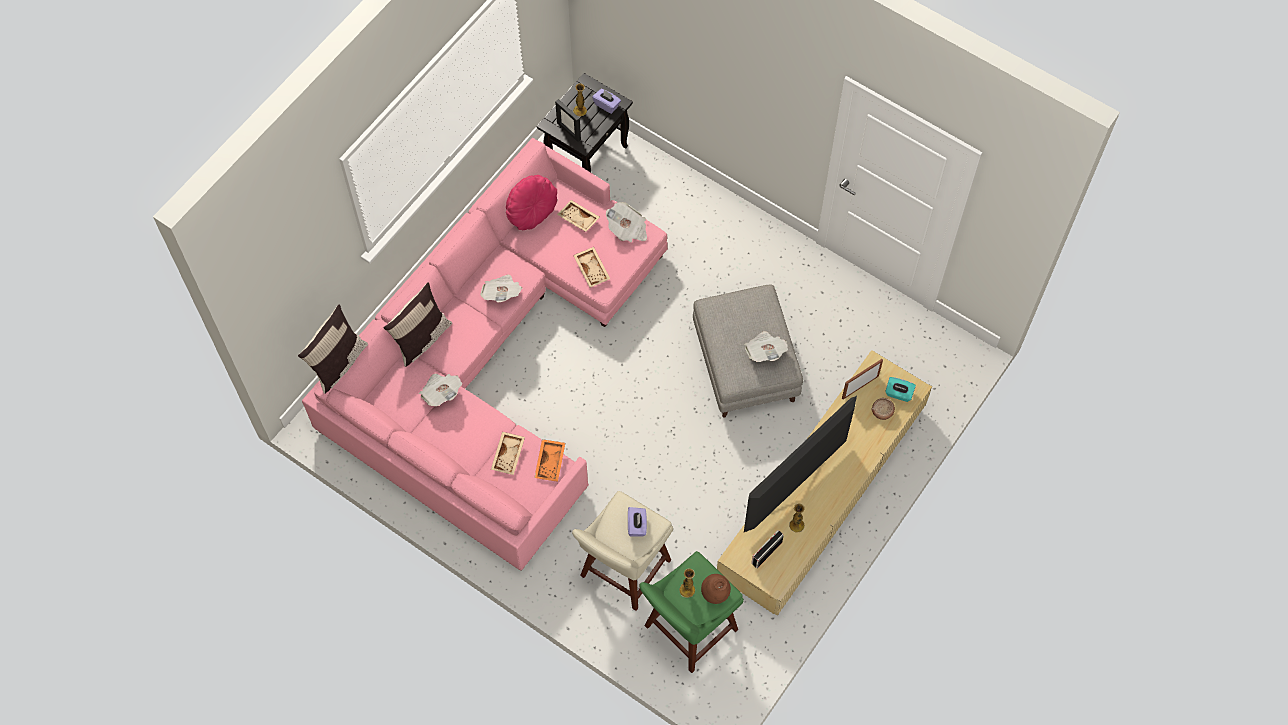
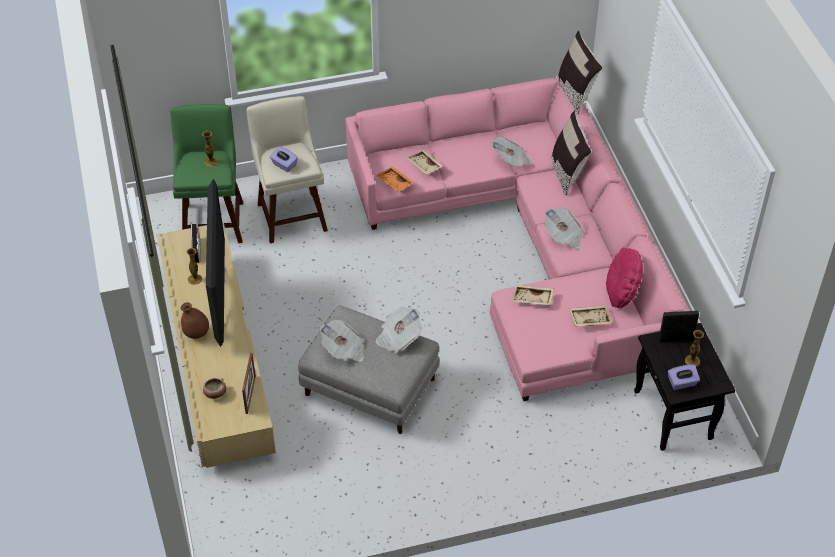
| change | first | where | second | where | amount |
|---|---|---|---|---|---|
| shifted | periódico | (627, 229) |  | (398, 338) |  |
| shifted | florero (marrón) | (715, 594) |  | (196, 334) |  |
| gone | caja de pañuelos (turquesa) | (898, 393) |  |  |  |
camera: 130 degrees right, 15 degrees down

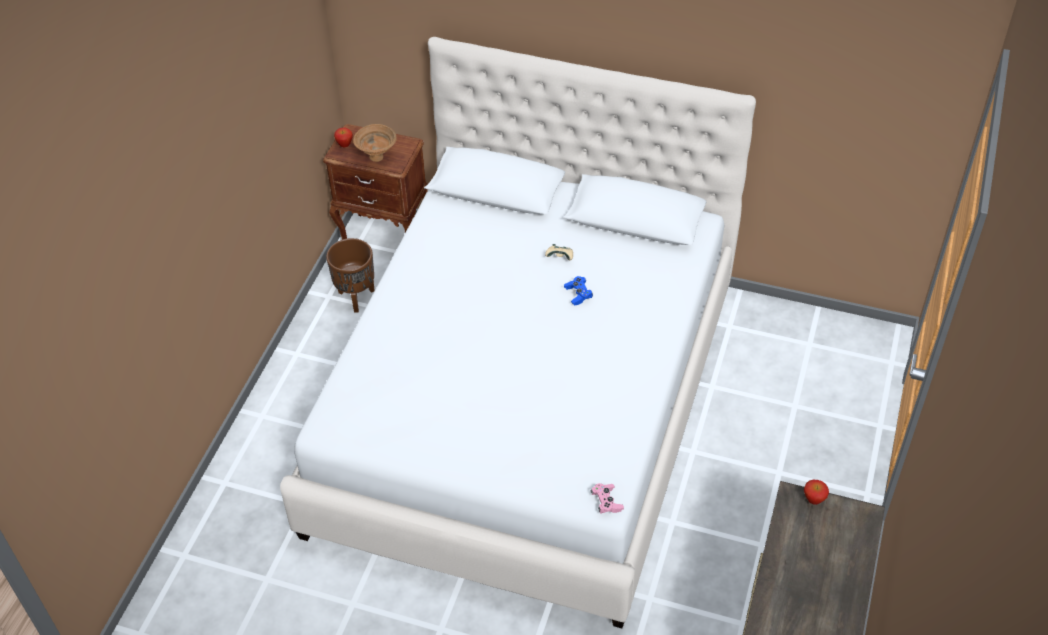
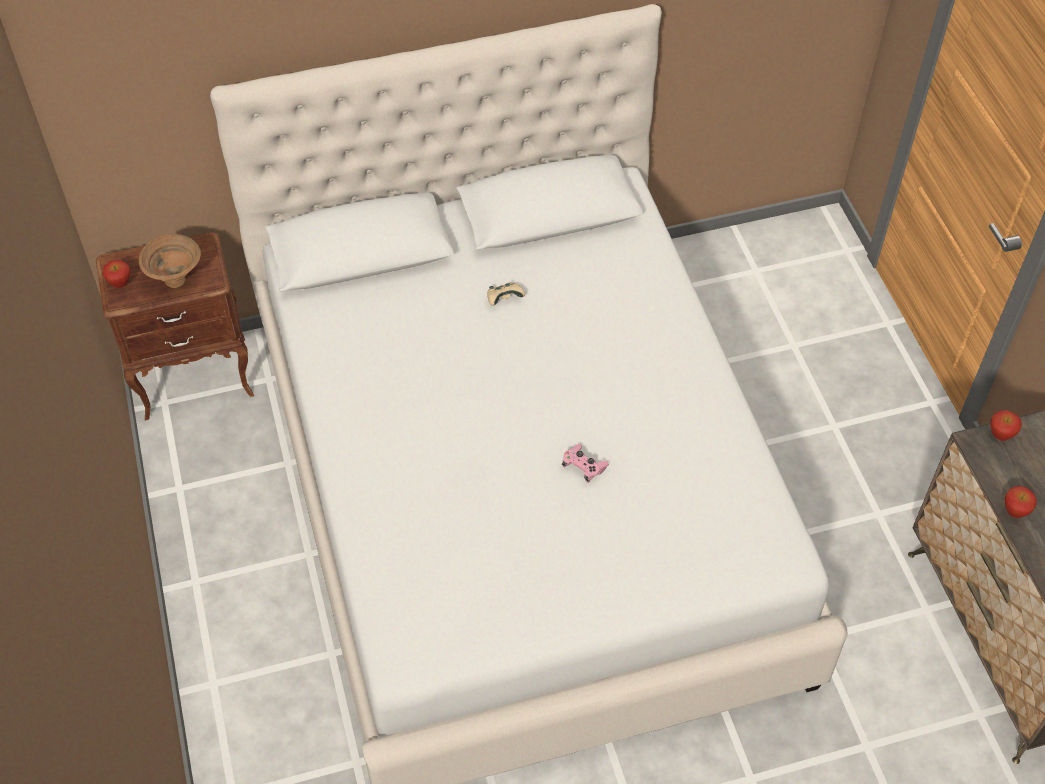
| change | first | where | second | where | amount |
|---|---|---|---|---|---|
| gone | maceta (marrón) | (356, 298) |  |  |  |
| gone | mando de consola (azul) | (578, 294) |  |  |  |
| shifted | mando de consola (rosa) | (606, 502) |  | (583, 467) |  |
| new |  |  | manzana | (1014, 512) |  |
camera: 35 degrees left, 5 degrees up

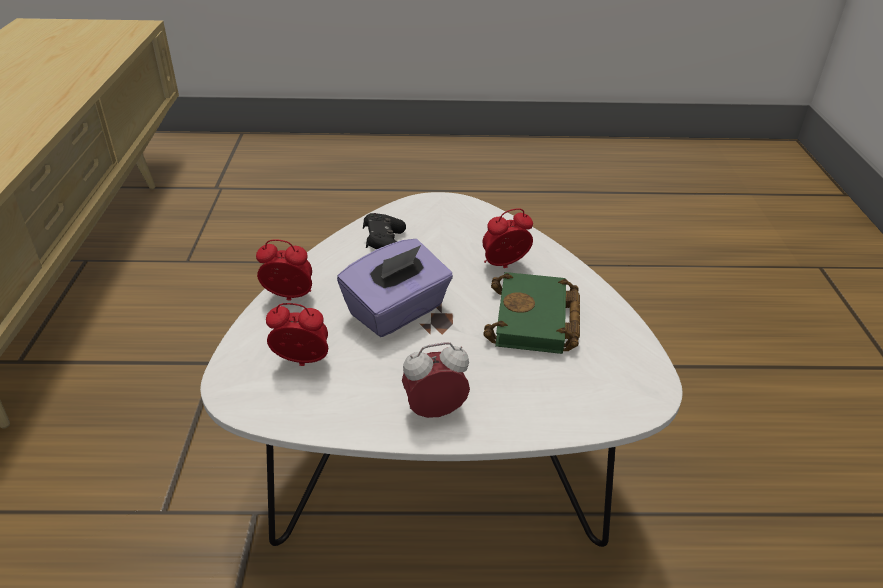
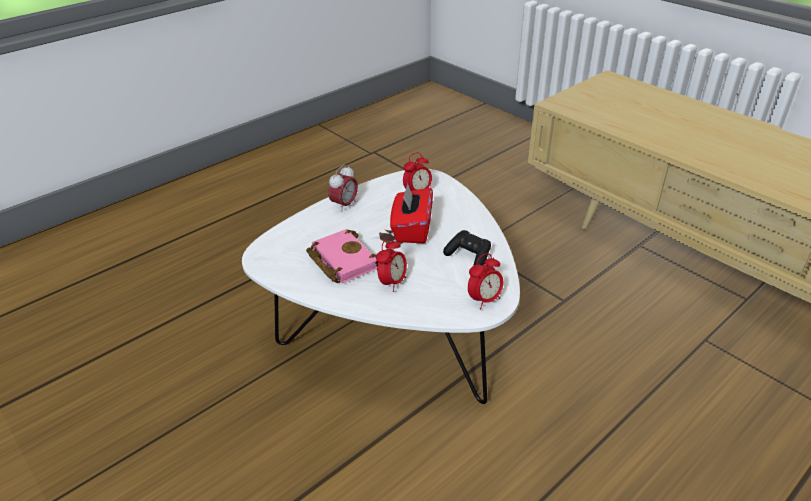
| change | first | where | second | where | amount |
|---|---|---|---|---|---|
| shifted | despertador | (289, 298) |  | (484, 300) |  |
| repainted | caja de pañuelos (morado) | (397, 311) | caja de pañuelos (rojo) | (412, 229) |  |
| repainted | libro (verde) | (536, 322) | libro (rosa) | (341, 260) |  |
camera: 140 degrees right, 0 degrees up

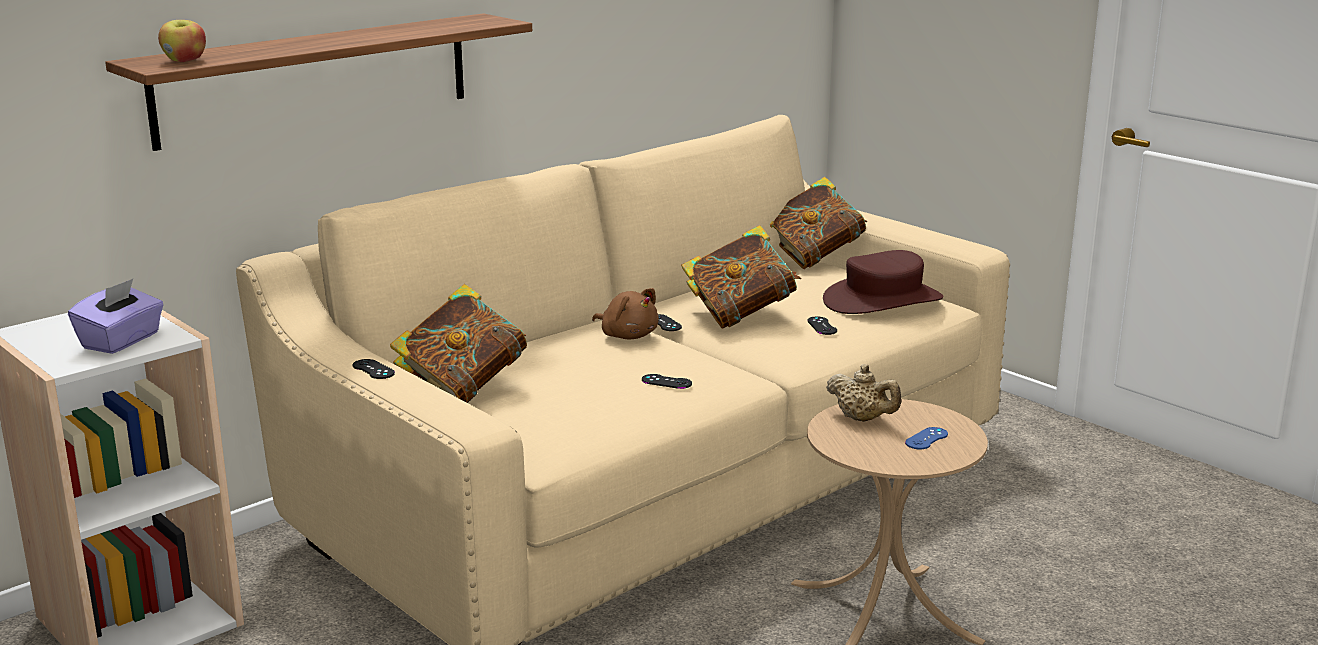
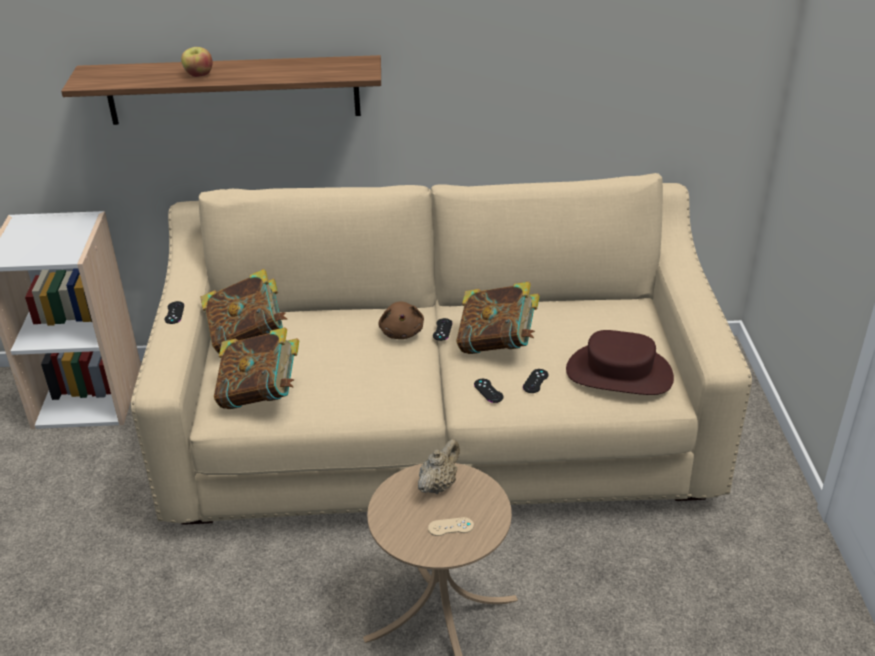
| change | first | where | second | where | amount |
|---|---|---|---|---|---|
| gone | caja de pañuelos (morado) | (122, 341) |  |  |  |
| shifted | manzana | (184, 61) |  | (199, 75) |  |
| shifted | mando de consola (negro) | (666, 382) |  | (488, 391) |  |
| shifted | libro | (813, 258) |  | (261, 395) |  |
| rotated | tetera (beis) | (862, 419) |  | (438, 485) | 135 degrees counterclockwise |
| repainted | mando de consola (azul) | (926, 439) | mando de consola (beis) | (450, 527) |  |
camera: 40 degrees right, 15 degrees up

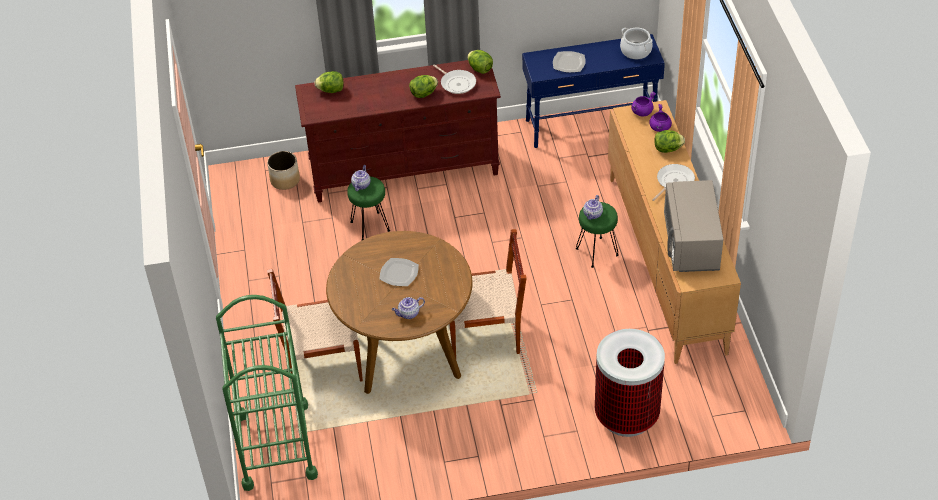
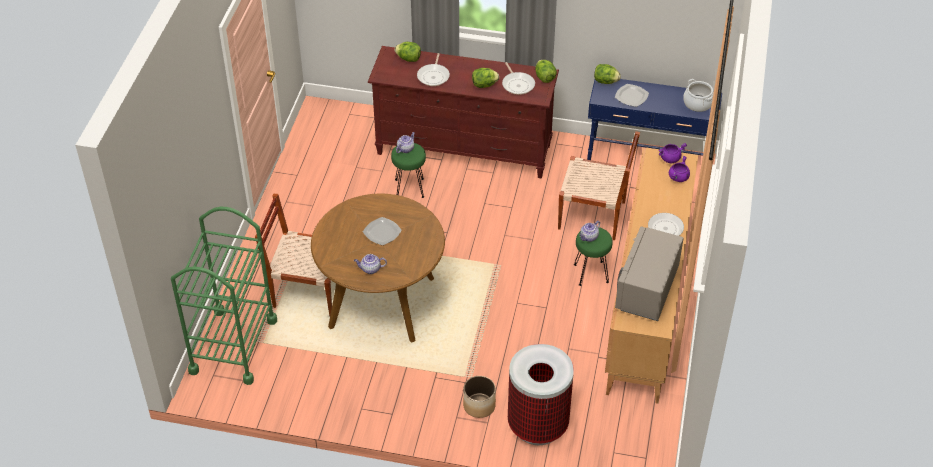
| change | first | where | second | where | amount |
|---|---|---|---|---|---|
| shifted | maceta | (285, 180) |  | (479, 405) |  |
| shifted | silla | (485, 333) |  | (594, 216) |  |
| shifted | lechuga | (667, 149) |  | (605, 81) |  |
| new |  |  | sartén | (434, 76) |  |
camera: 20 degrees right, 0 degrees up

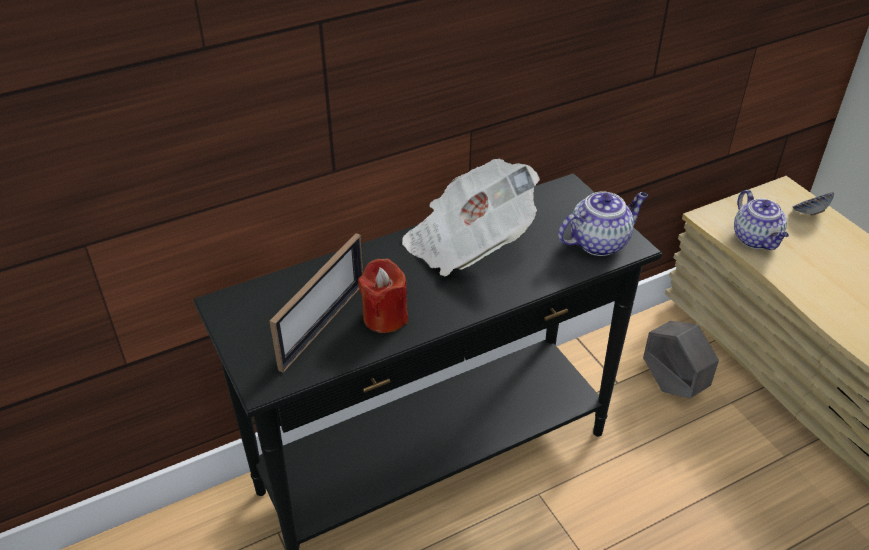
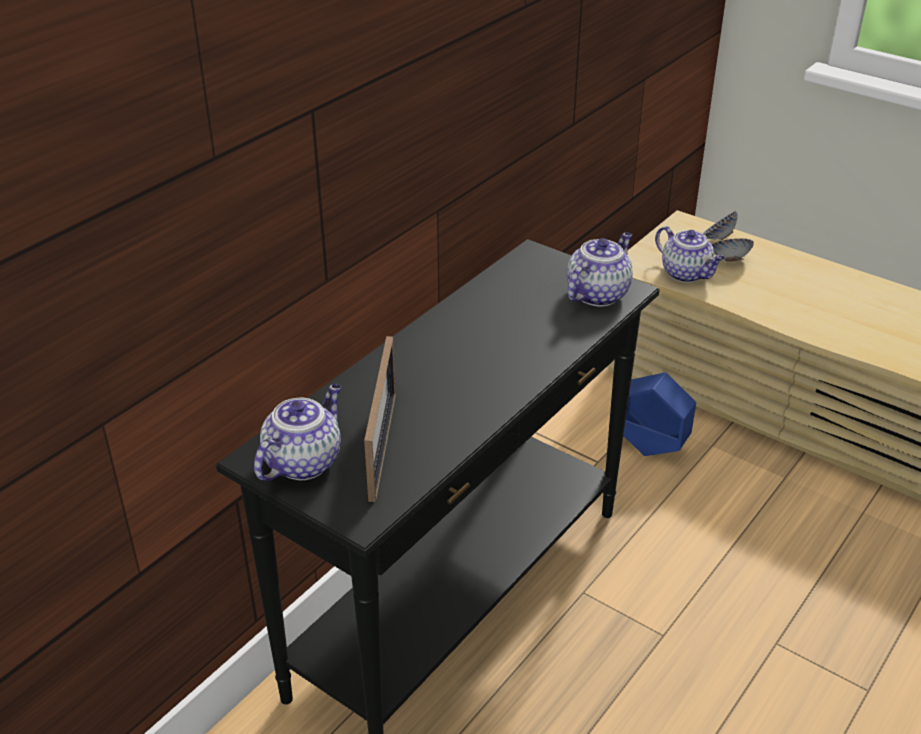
| change | first | where | second | where | amount |
|---|---|---|---|---|---|
| gone | vela (rojo) | (385, 317) |  |  |  |
| gone | periódico | (468, 243) |  |  |  |
| repainted | maceta (gris) | (672, 385) | maceta (azul) | (650, 447) |  |
| new |  |  | tetera | (303, 461) |  |
| new |  |  | cuenco | (729, 260) |  |
camera: 25 degrees left, 5 degrees down

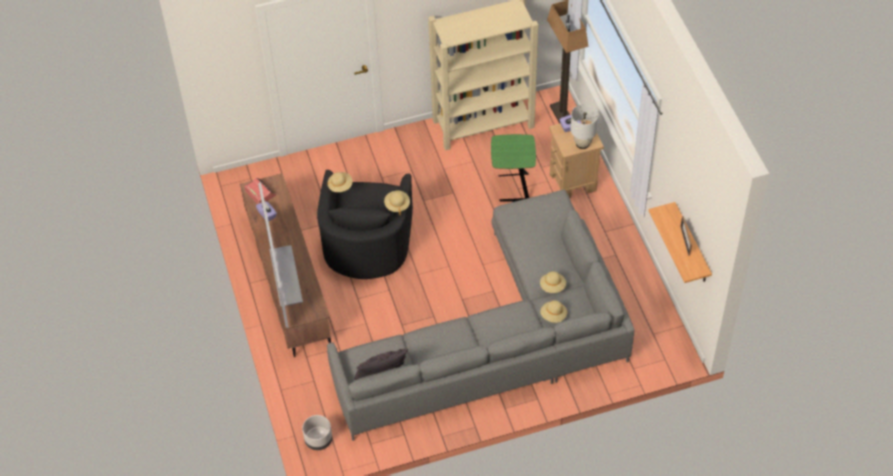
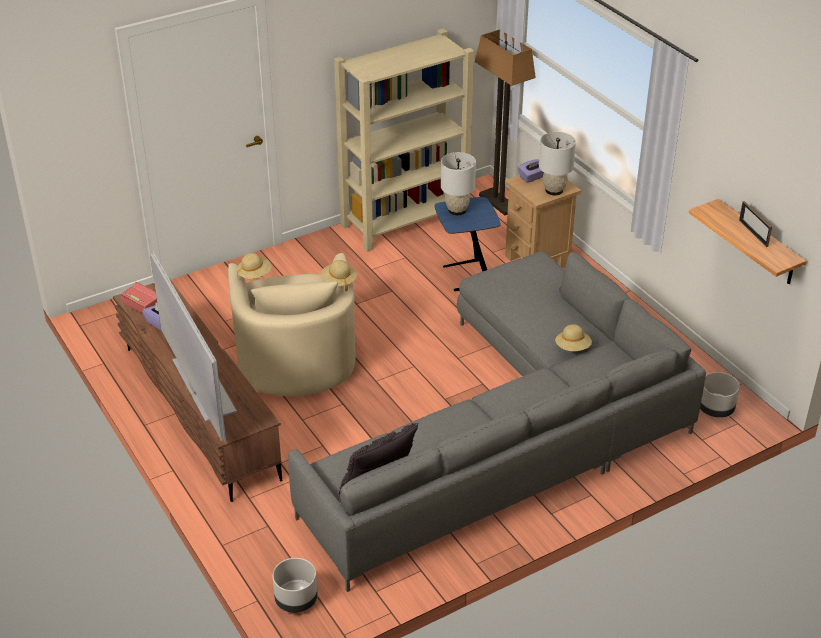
| change | first | where | second | where | amount |
|---|---|---|---|---|---|
| repainted | sillón (negro) | (366, 242) | sillón (beis) | (295, 356) |  |
| repainted | mesa auxiliar (verde) | (512, 188) | mesa auxiliar (azul) | (465, 277) |  |
| gone | sombrero (beis) | (553, 315) |  |  |  |
| new |  |  | lámpara de mesa (blanco) | (457, 210) |  |
| new |  |  | maceta (gris) | (715, 409) |  |
camera: 15 degrees left, 15 degrees down

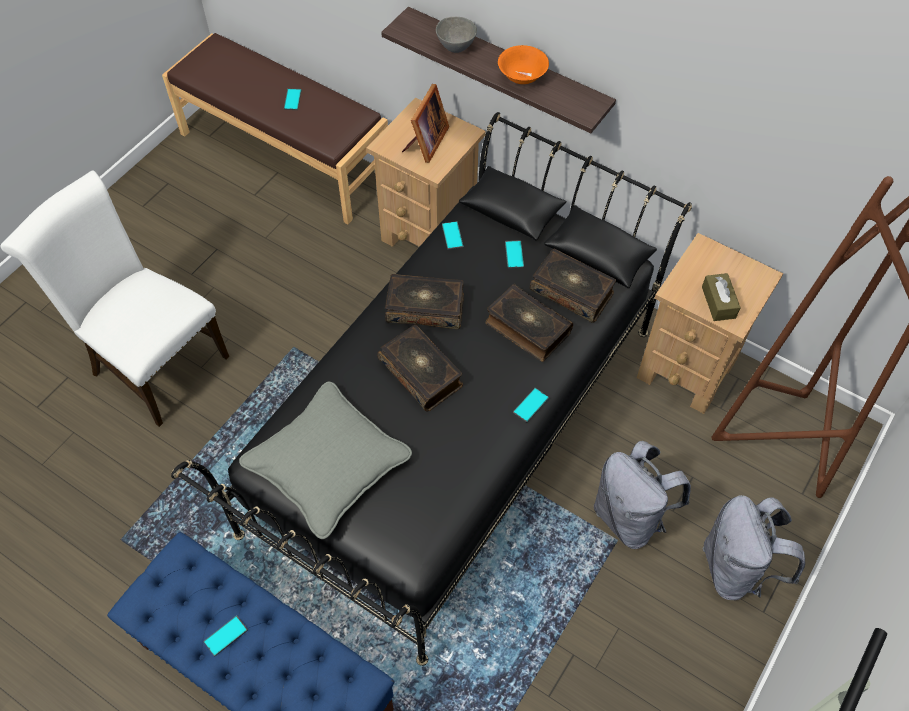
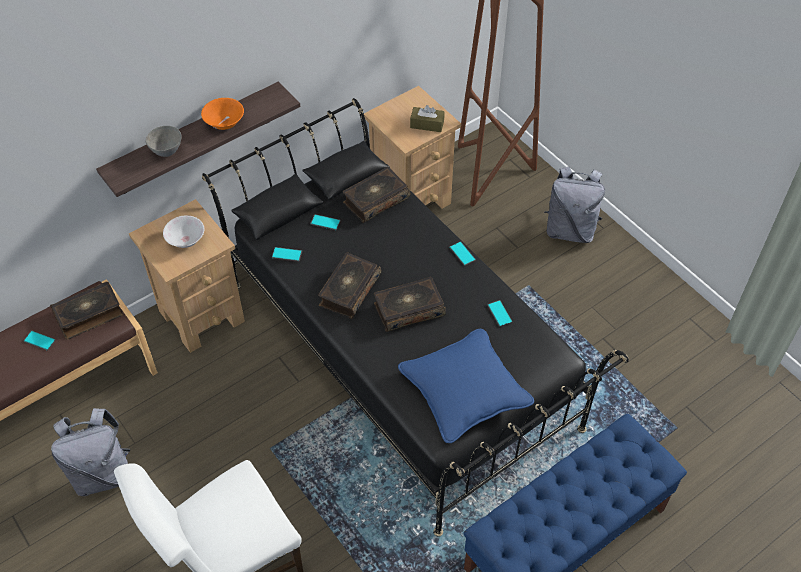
| change | first | where | second | where | amount |
|---|---|---|---|---|---|
| shifted | móvil | (226, 635) |  | (499, 313) |  |
| repainted | cojín (gris) | (327, 463) | cojín (azul) | (464, 390) |  |
| swapped | portarretratos | (425, 143) | cuenco (blanco) | (185, 240) |  |
| shifted | libro | (527, 328) |  | (89, 315) |  |
| shifted | mochila (gris) | (630, 516) |  | (102, 473) |  |
camera: 70 degrees left, 5 degrees down

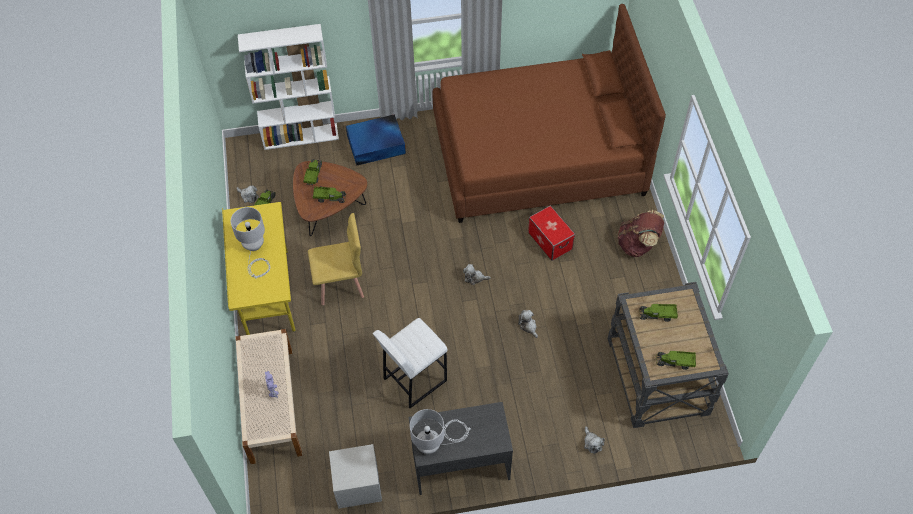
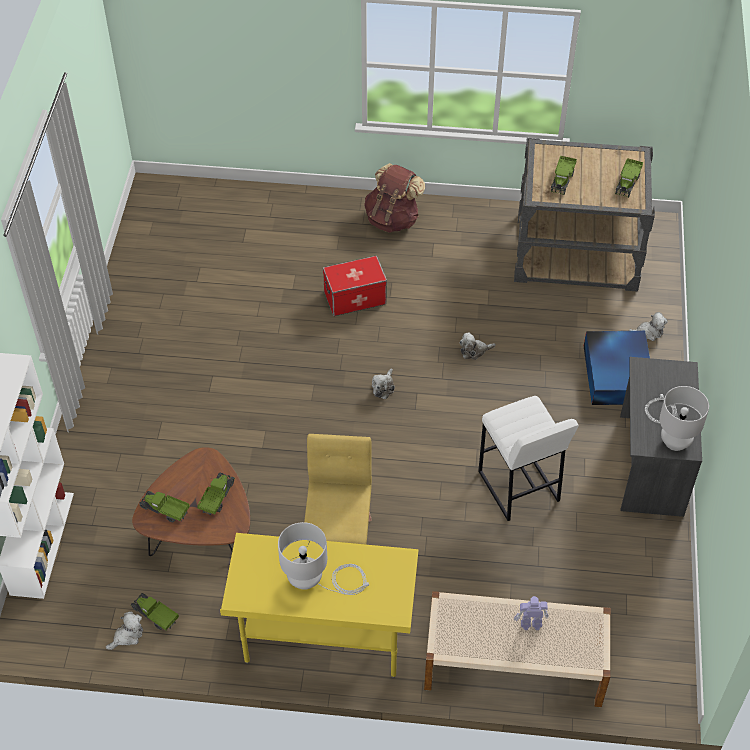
| change | first | where | second | where | amount |
|---|---|---|---|---|---|
| gone | mesita de noche (blanco) | (358, 486) |  |  |  |
| shifted | caja de almacenaje (azul) | (377, 144) |  | (617, 373) |  |
| gone | cama (marrón) | (538, 154) |  |  |  |
camera: 75 degrees left, 5 degrees down

